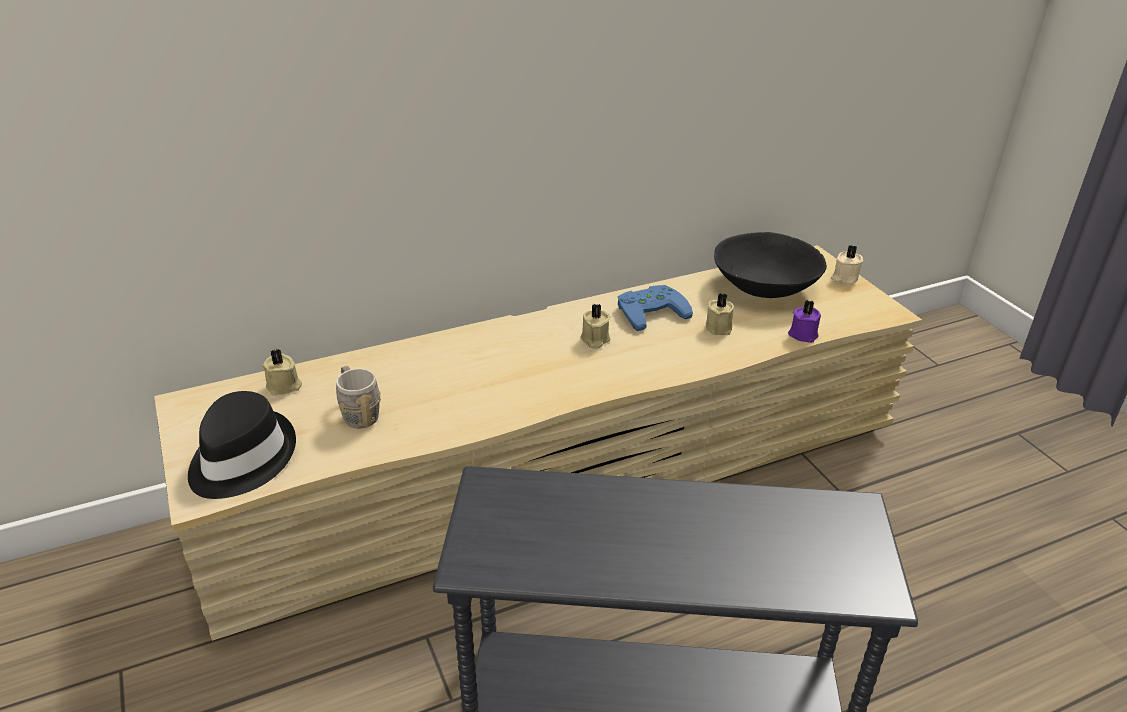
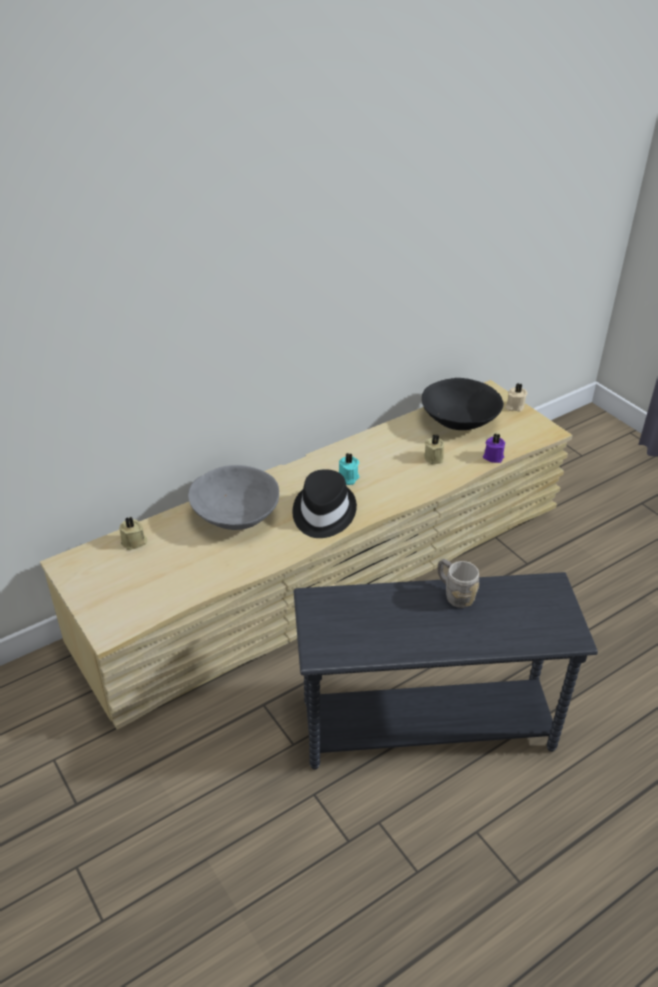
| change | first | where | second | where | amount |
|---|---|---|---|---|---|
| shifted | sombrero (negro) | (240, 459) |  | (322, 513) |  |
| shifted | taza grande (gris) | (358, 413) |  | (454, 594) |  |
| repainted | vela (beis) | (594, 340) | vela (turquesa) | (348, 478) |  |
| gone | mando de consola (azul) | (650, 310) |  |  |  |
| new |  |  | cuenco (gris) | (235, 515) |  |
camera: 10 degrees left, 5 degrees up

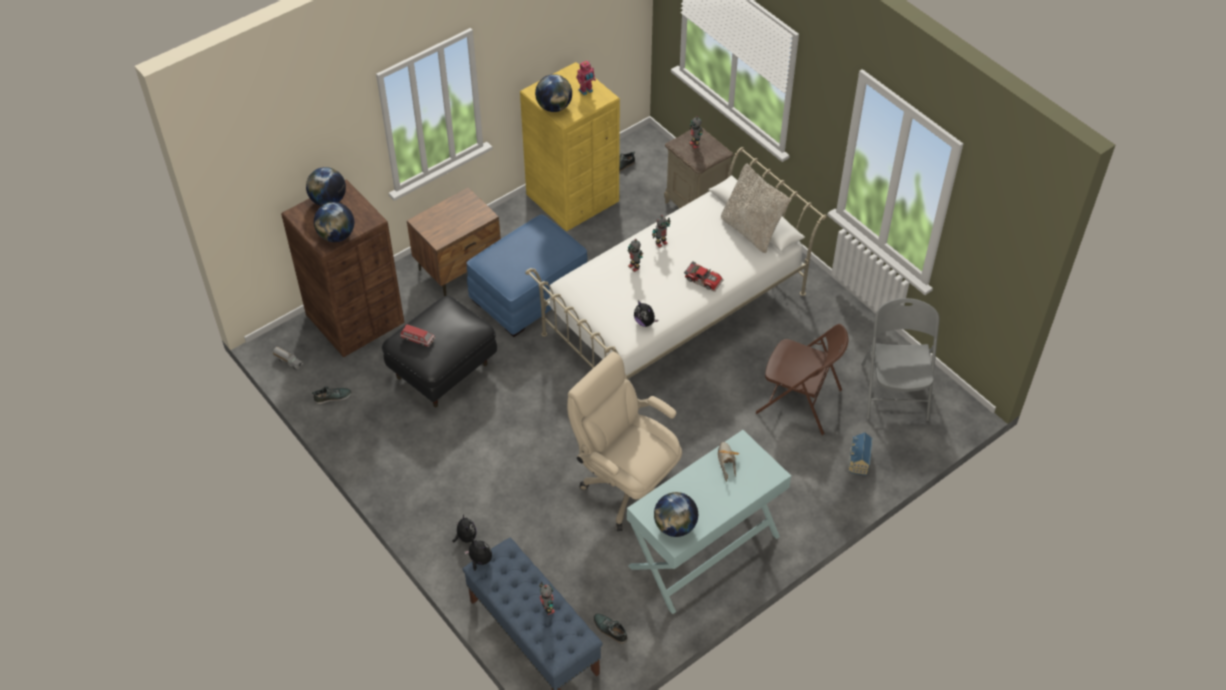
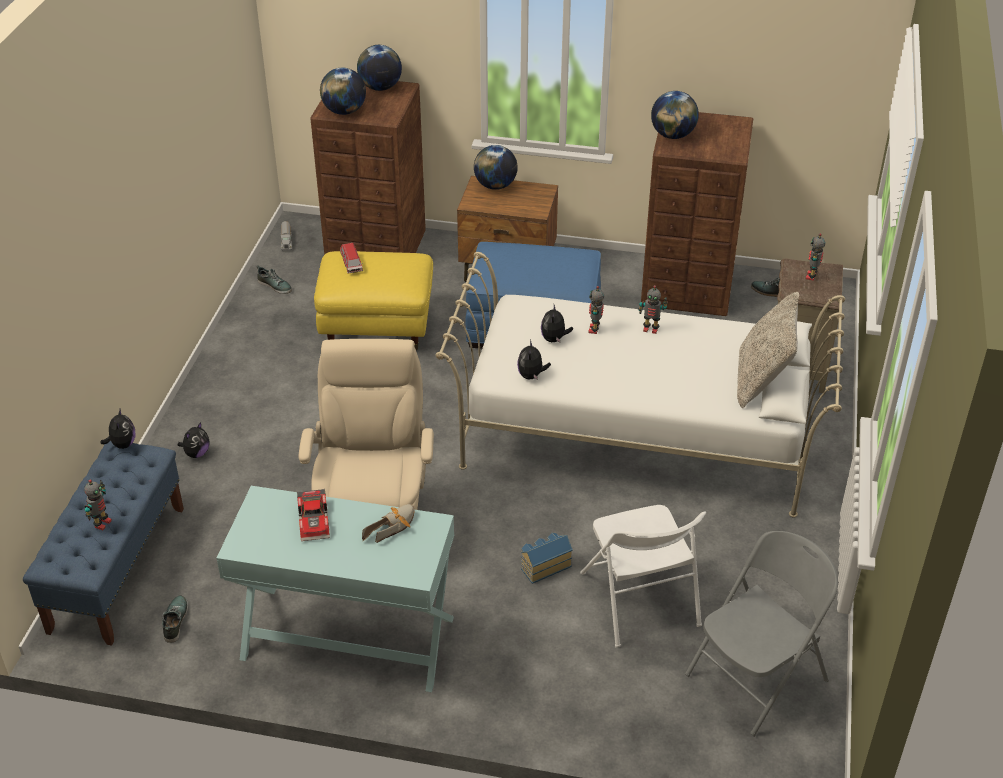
| change | first | where | second | where | amount |
|---|---|---|---|---|---|
| repainted | puf (negro) | (443, 370) | puf (amarillo) | (378, 329) |  |
| repainted | cómoda (amarillo) | (573, 198) | cómoda (marrón) | (688, 287) |  |
| gone | robot de juguete | (586, 91) |  |  |  |
| shifted | globo terráqueo | (675, 526) |  | (495, 186) |  |
| shifted | coche de juguete | (704, 279) |  | (315, 520) |  |
| repainted | silla (marrón) | (799, 401) | silla (blanco) | (639, 599) |  |
| shifted | casita | (858, 460) |  | (544, 566) |  |
| new |  |  | peluche | (554, 339) |  |
camera: 50 degrees right, 10 degrees down

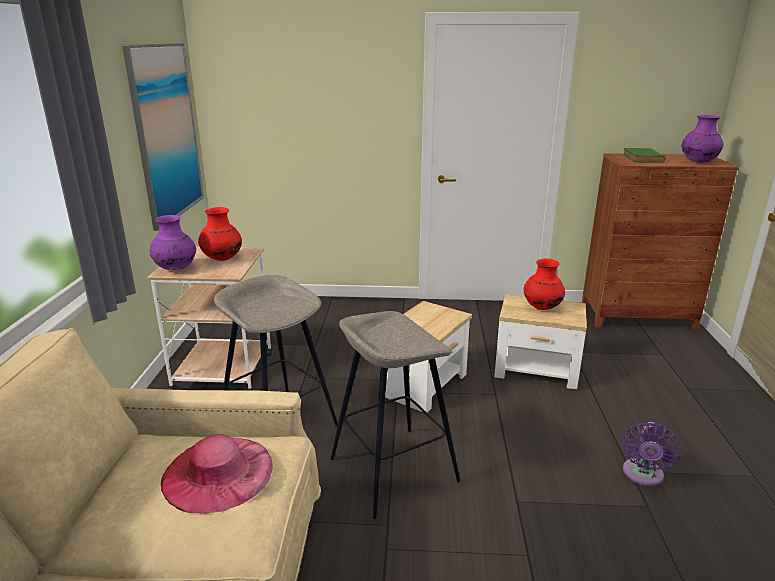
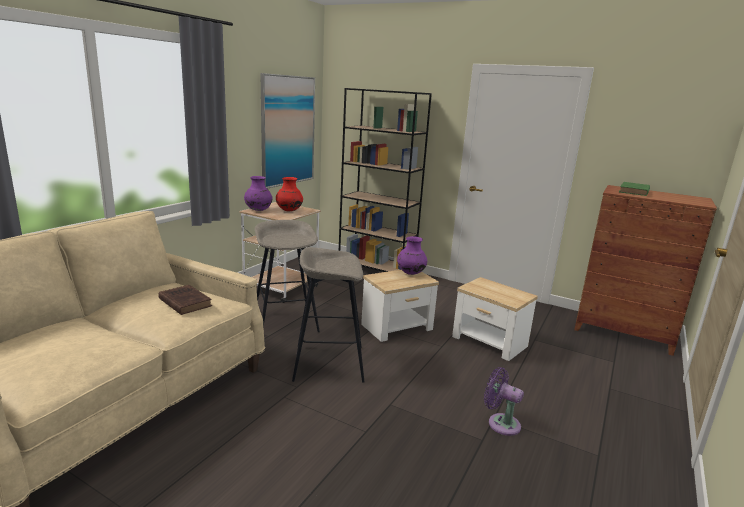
| change | first | where | second | where | amount |
|---|---|---|---|---|---|
| swapped | sombrero (rosa) | (218, 473) | libro (marrón) | (184, 302) |  |
| gone | florero (rojo) | (541, 307) |  |  |  |
| rotated | ventilador (morado) | (642, 475) |  | (500, 423) | 75 degrees clockwise |
| shifted | florero (morado) | (698, 162) |  | (410, 273) |  |
| new |  |  | estantería (beis) | (376, 269) |  |
camera: 25 degrees right, 5 degrees down

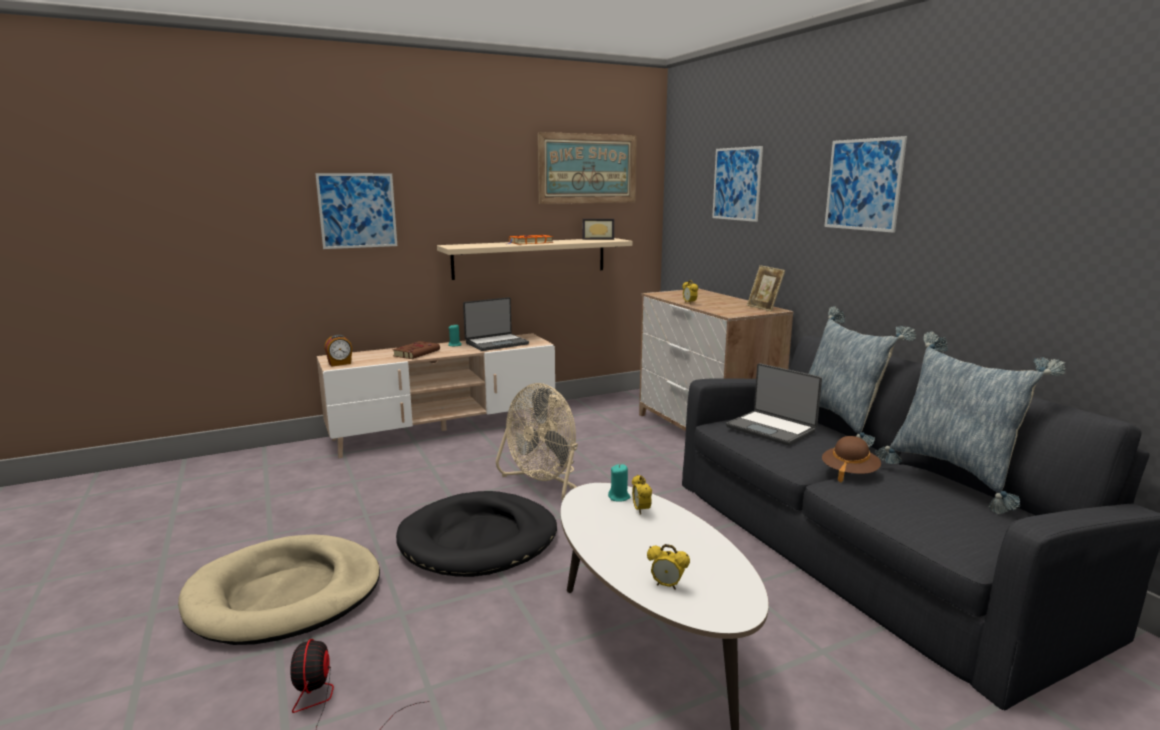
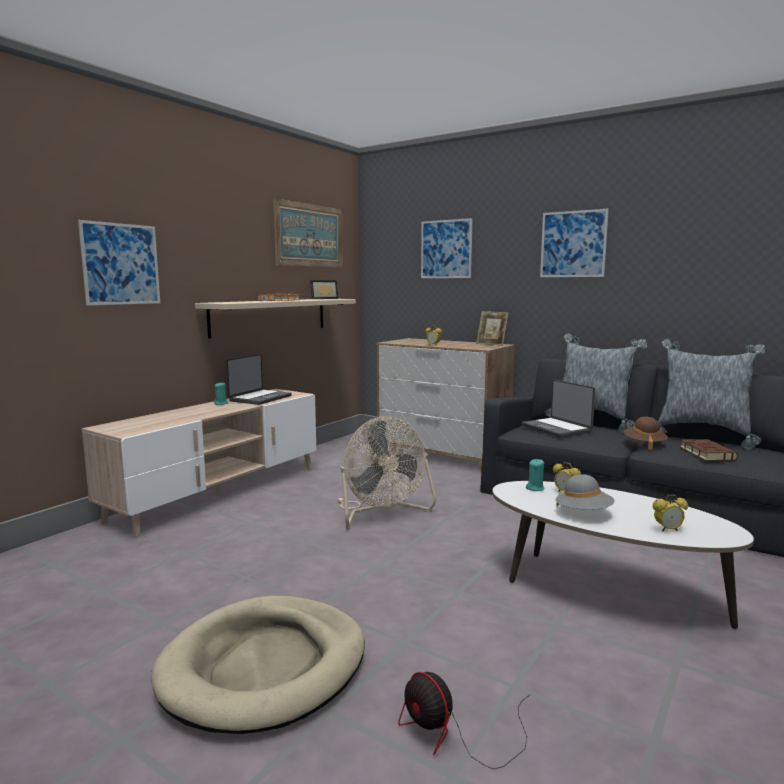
| change | first | where | second | where | amount |
|---|---|---|---|---|---|
| gone | despertador | (340, 363) |  |  |  |
| shifted | libro (marrón) | (417, 353) |  | (705, 453) |  |
| gone | cama para perro (negro) | (479, 540) |  |  |  |
| rotated | ventilador (beis) | (546, 484) |  | (378, 514) | 45 degrees counterclockwise |
| rotated | portátil | (771, 429) |  | (557, 428) | 45 degrees clockwise |
| new |  |  | sombrero (gris) | (583, 513) |  |
camera: 30 degrees left, 5 degrees down

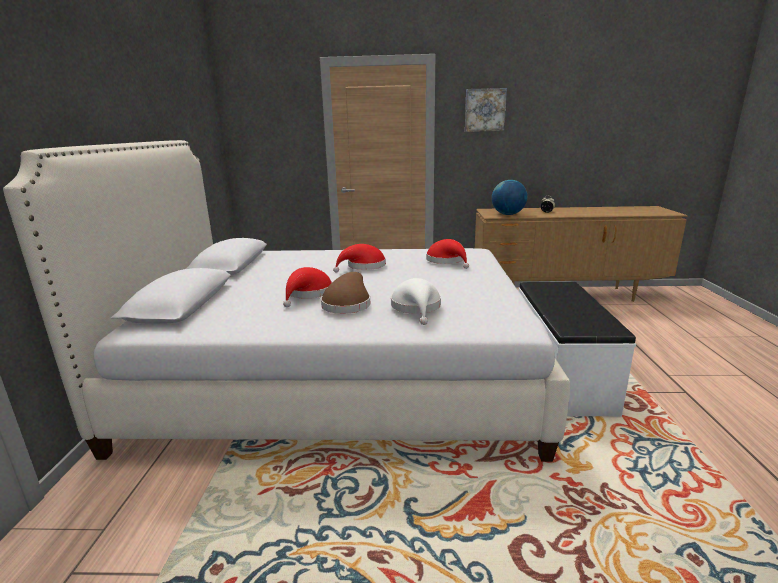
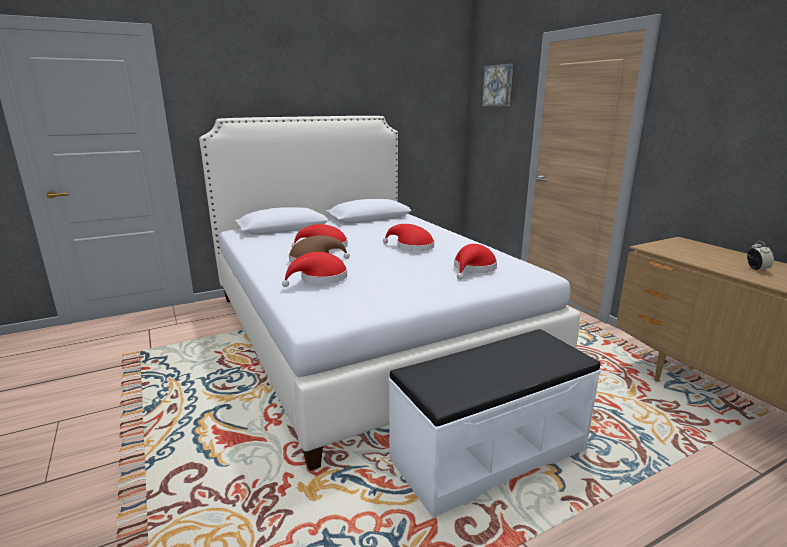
| change | first | where | second | where | amount |
|---|---|---|---|---|---|
| repainted | sombrero (blanco) | (417, 308) | sombrero (rojo) | (320, 278) |  |
| shifted | cuadro | (485, 110) |  | (498, 85) |  |
| gone | globo terráqueo | (508, 214) |  |  |  |
camera: 60 degrees right, 0 degrees up

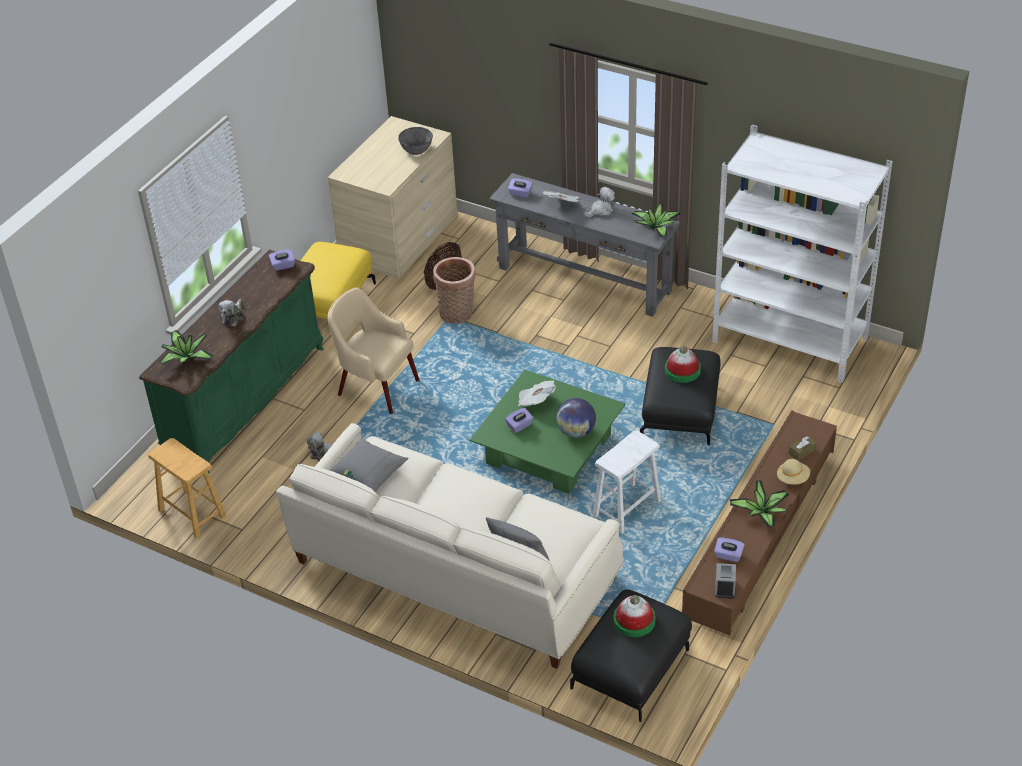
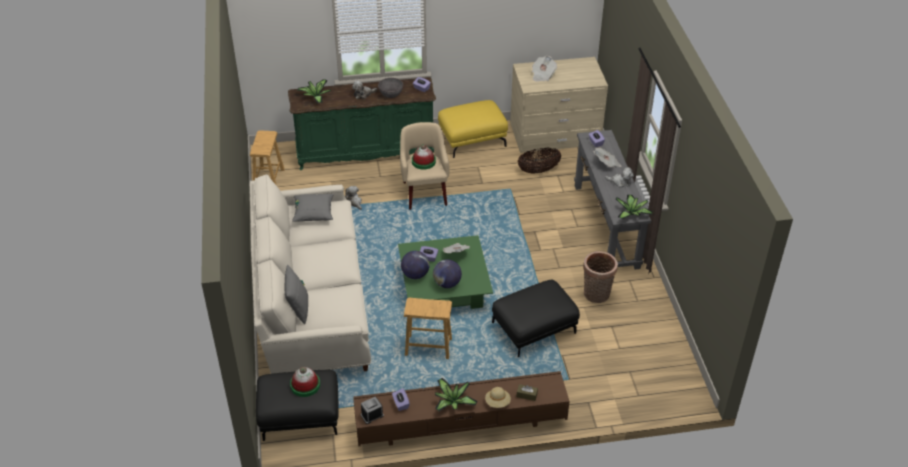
| change | first | where | second | where | amount |
|---|---|---|---|---|---|
| shifted | cuenco (gris) | (416, 149) |  | (391, 94) |  |
| shifted | cesta | (457, 315) |  | (596, 295) |  |
| repainted | taburete (blanco) | (627, 508) | taburete (marrón) | (428, 347) |  |
| shifted | sombrero | (682, 370) |  | (423, 161) |  |
| gone | estantería (blanco) | (789, 340) |  |  |  |
| new |  |  | globo terráqueo | (415, 275) |  |
| new |  |  | periódico | (542, 75) |  |
camera: 50 degrees right, 0 degrees up

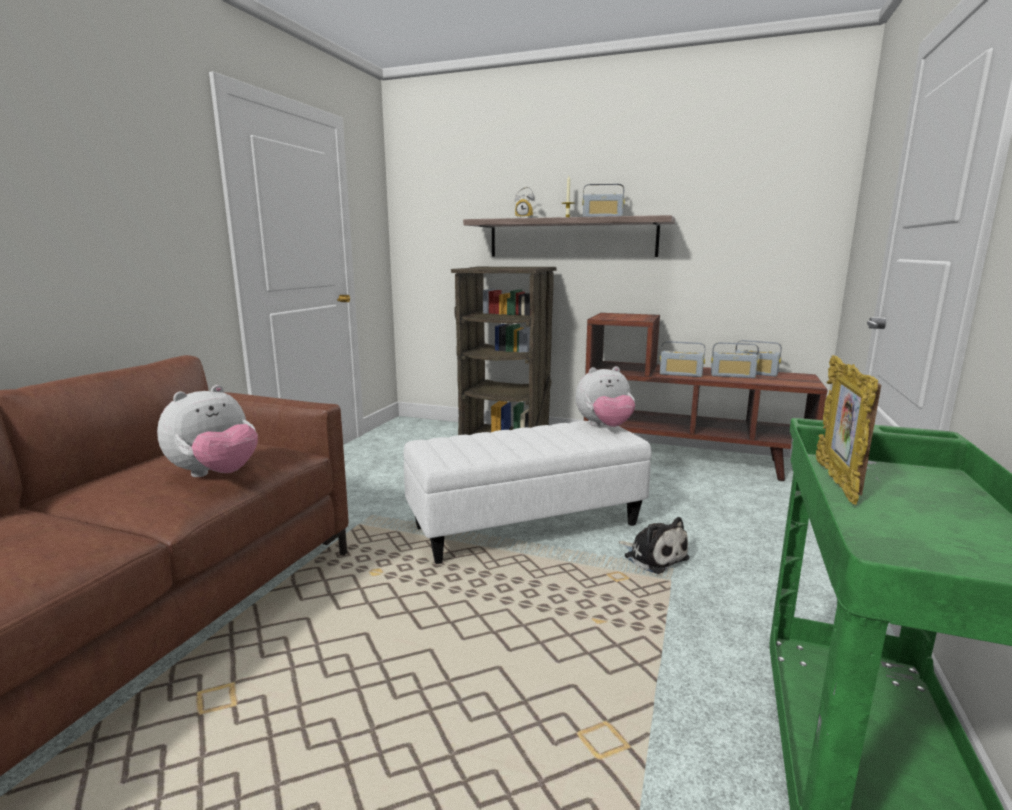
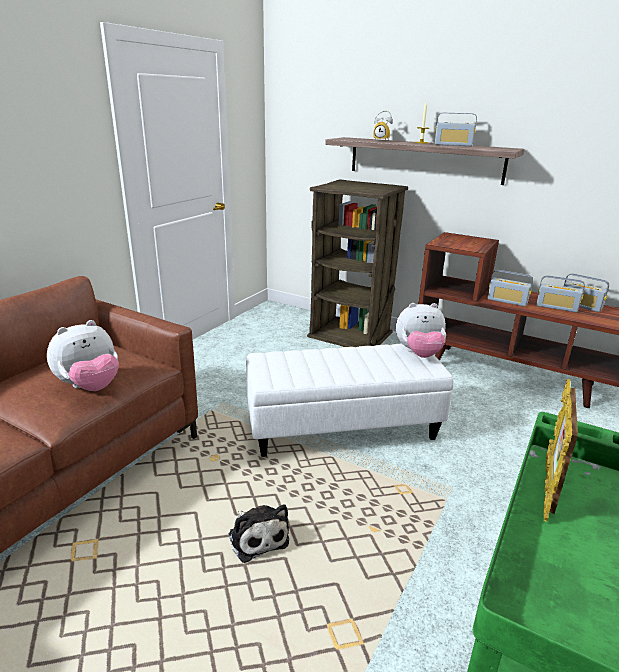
| change | first | where | second | where | amount |
|---|---|---|---|---|---|
| shifted | peluche | (653, 556) |  | (257, 536) |  |
camera: 10 degrees right, 10 degrees up

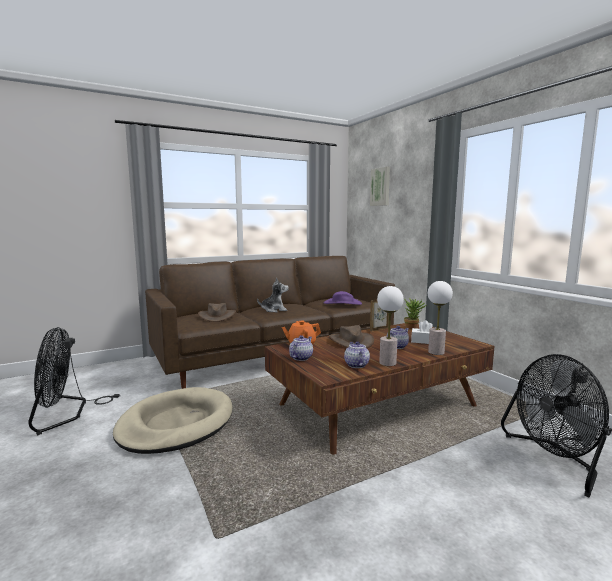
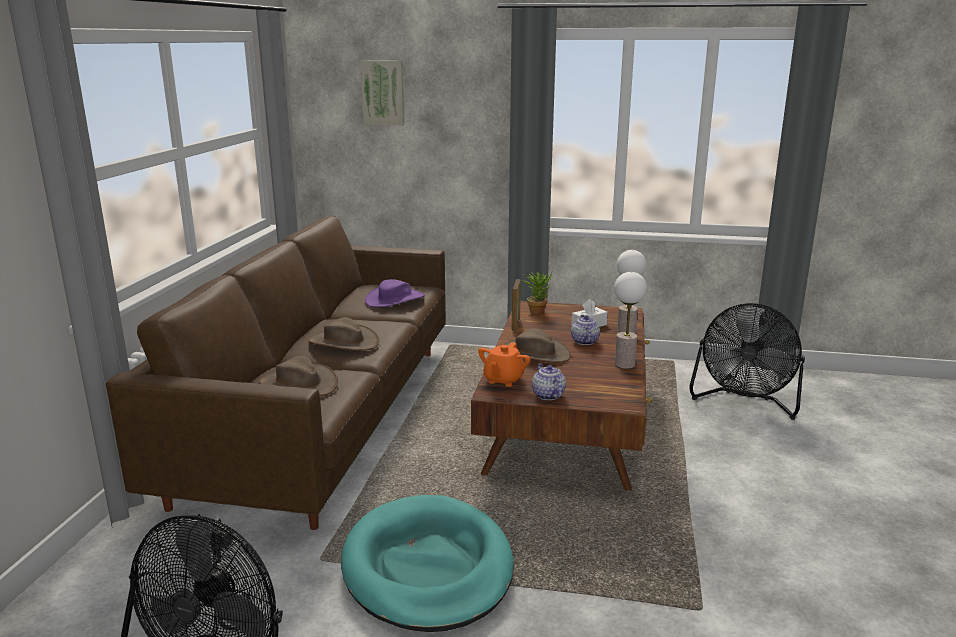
| change | first | where | second | where | amount |
|---|---|---|---|---|---|
| repainted | cama para perro (beis) | (176, 424) | cama para perro (turquesa) | (427, 568) |  |
| swapped | peluche | (274, 310) | sombrero (marrón) | (343, 342) |  |
| gone | tetera | (356, 365) |  |  |  |
camera: 50 degrees left, 10 degrees up

